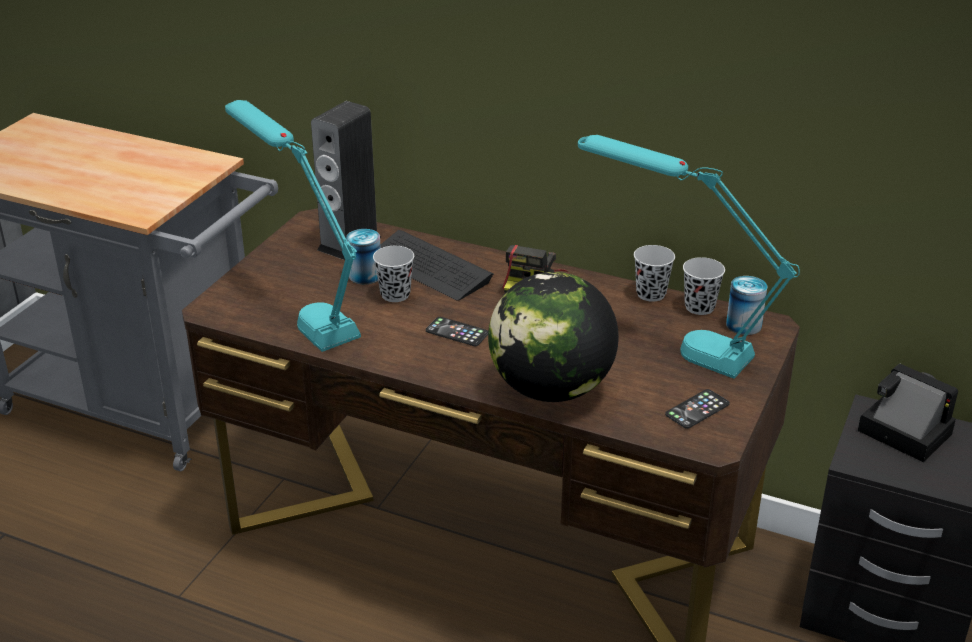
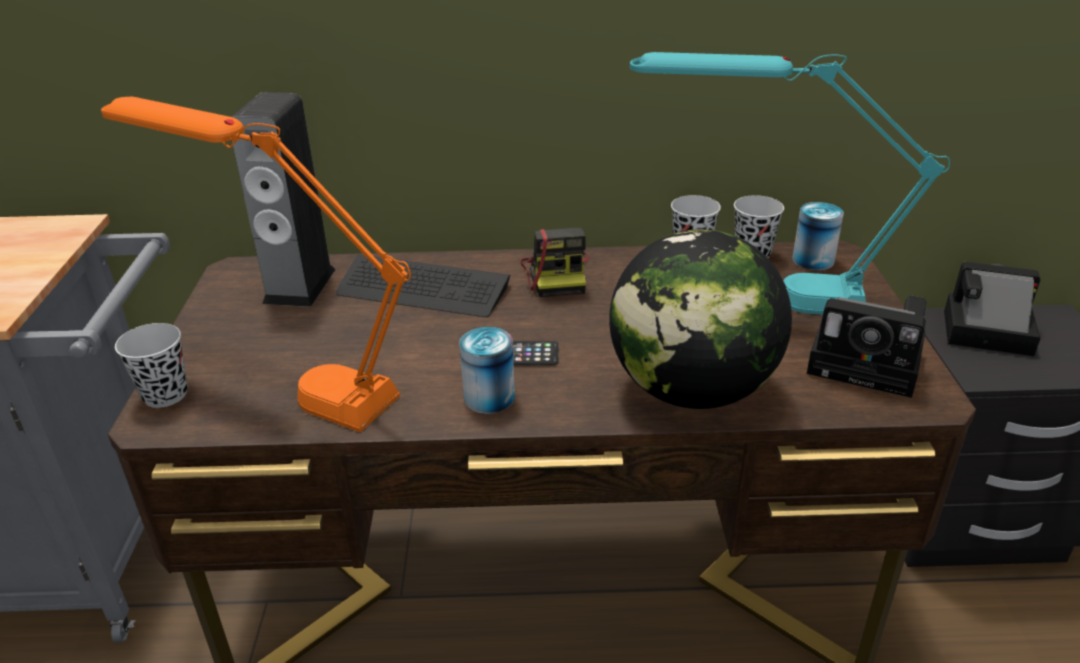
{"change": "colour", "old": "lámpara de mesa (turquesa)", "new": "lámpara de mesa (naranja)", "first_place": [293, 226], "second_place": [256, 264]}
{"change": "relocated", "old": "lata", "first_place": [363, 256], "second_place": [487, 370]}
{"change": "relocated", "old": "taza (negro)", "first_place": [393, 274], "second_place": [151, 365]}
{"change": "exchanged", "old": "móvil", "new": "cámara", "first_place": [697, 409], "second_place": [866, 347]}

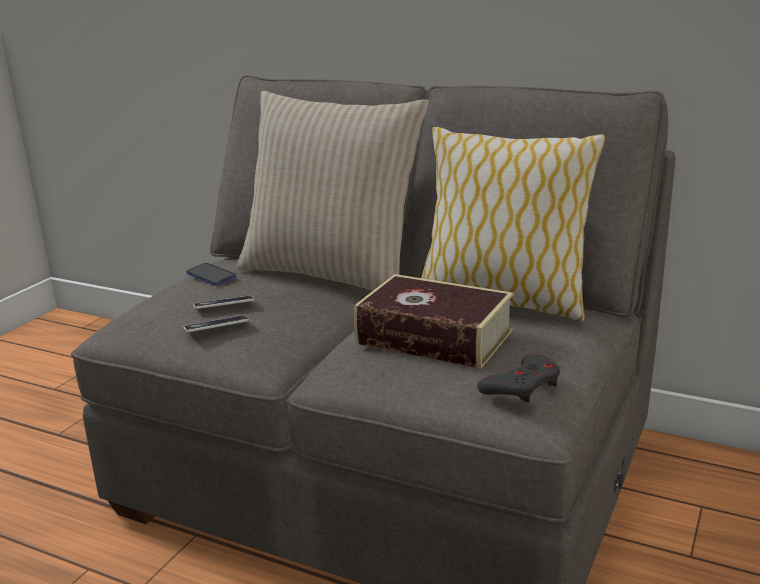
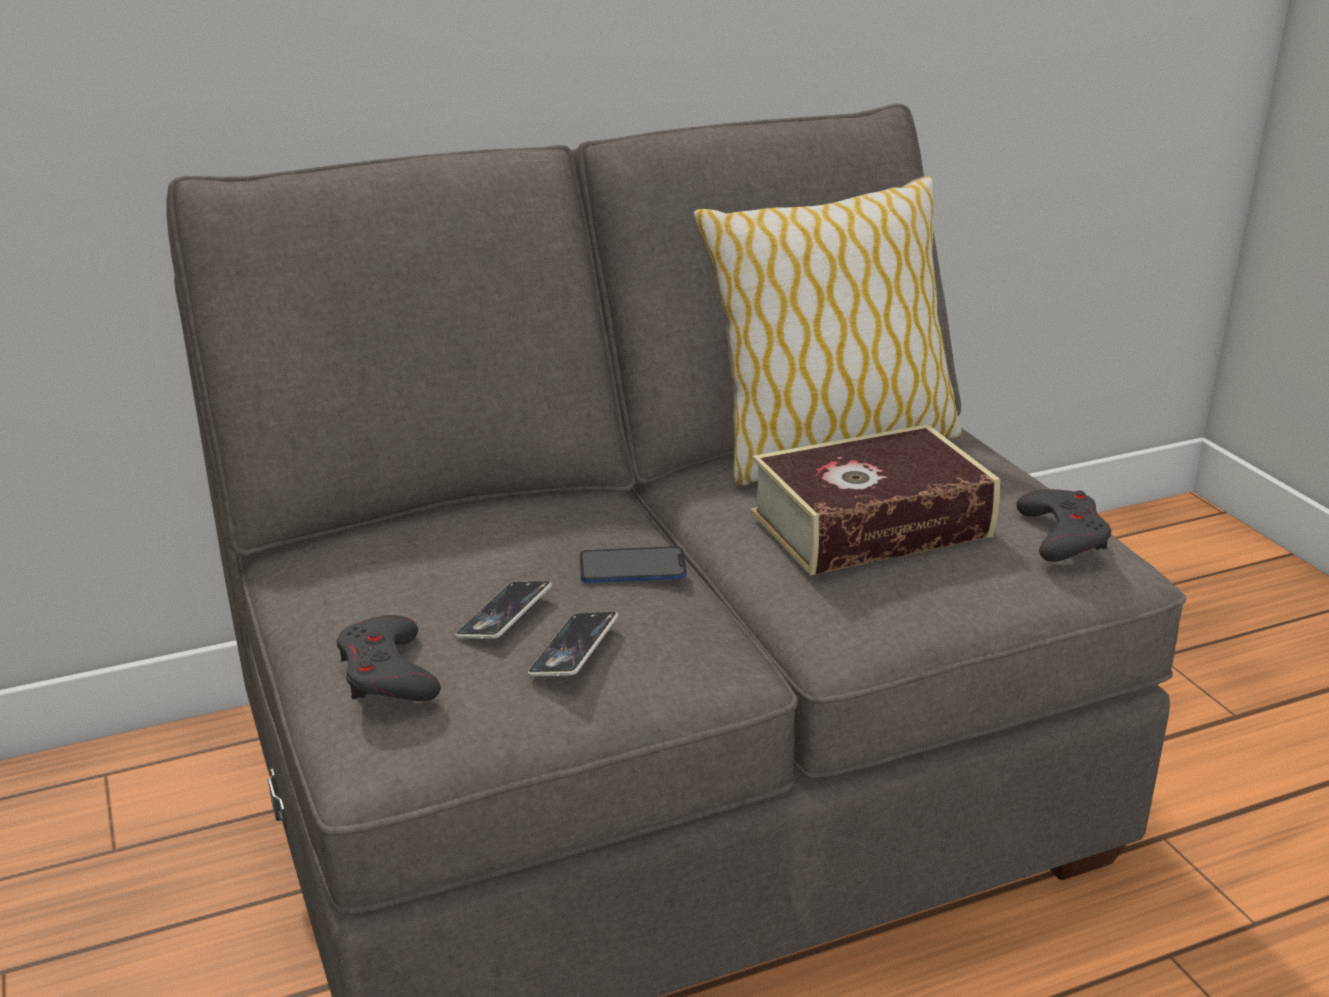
{"change": "missing", "old": "cojín (beis)", "first_place": [333, 191]}
{"change": "relocated", "old": "móvil", "first_place": [211, 274], "second_place": [633, 564]}
{"change": "appeared", "new": "mando de consola (gris)", "second_place": [388, 658]}

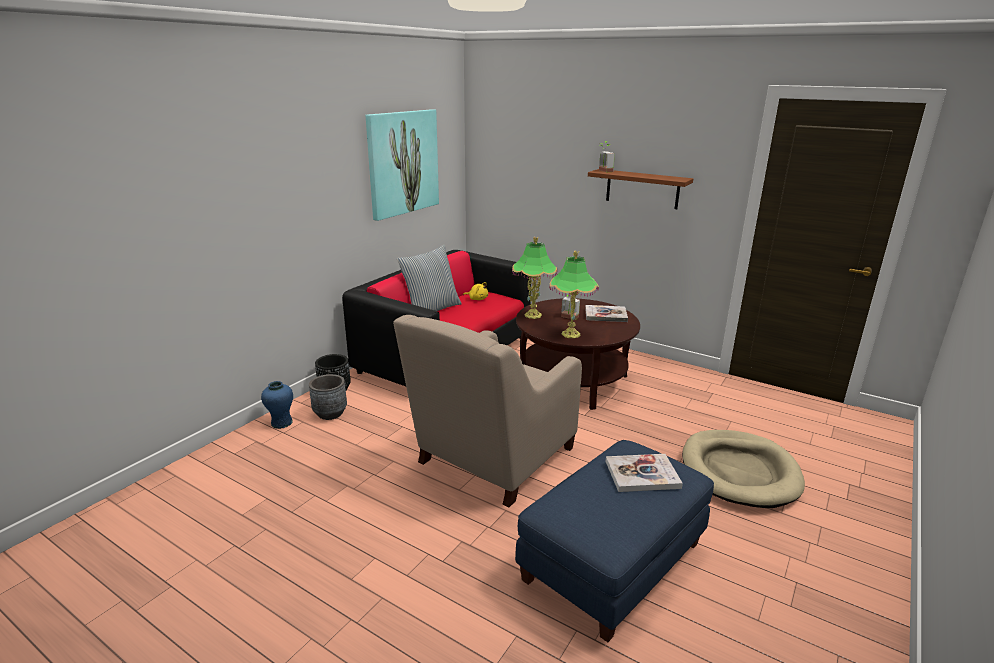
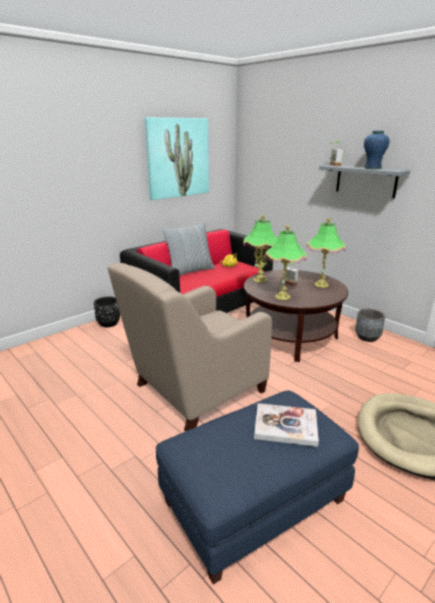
{"change": "colour", "old": "estante (marrón)", "new": "estante (gris)", "first_place": [640, 189], "second_place": [364, 182]}
{"change": "exchanged", "old": "libro", "new": "lámpara de mesa", "first_place": [606, 313], "second_place": [326, 253]}
{"change": "relocated", "old": "maceta (gris)", "first_place": [328, 397], "second_place": [370, 325]}
{"change": "relocated", "old": "florero (azul)", "first_place": [277, 405], "second_place": [376, 150]}

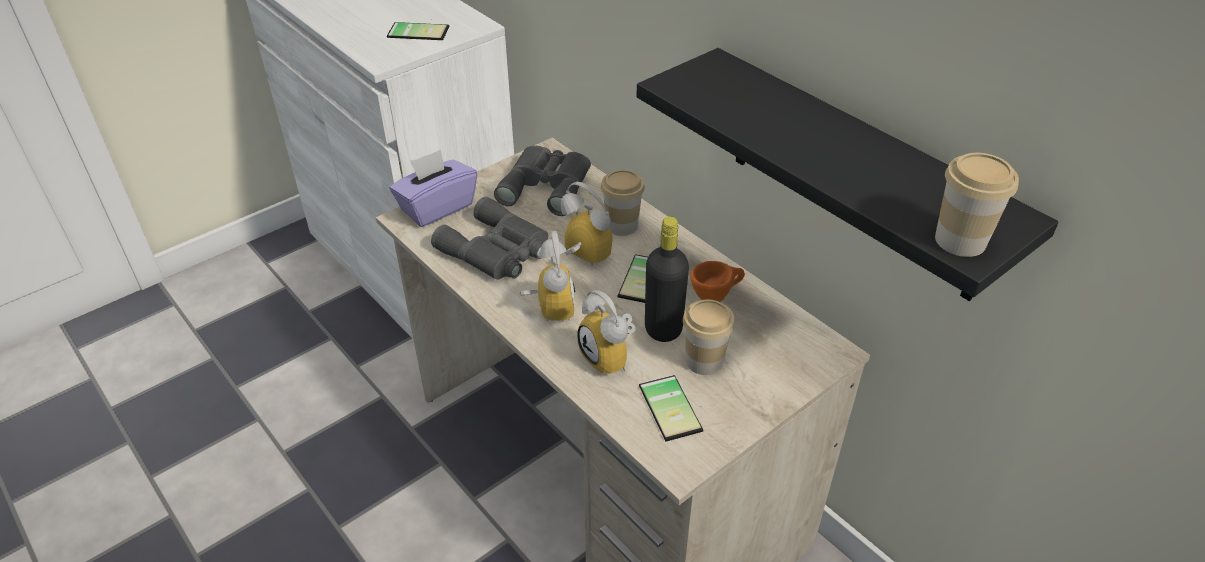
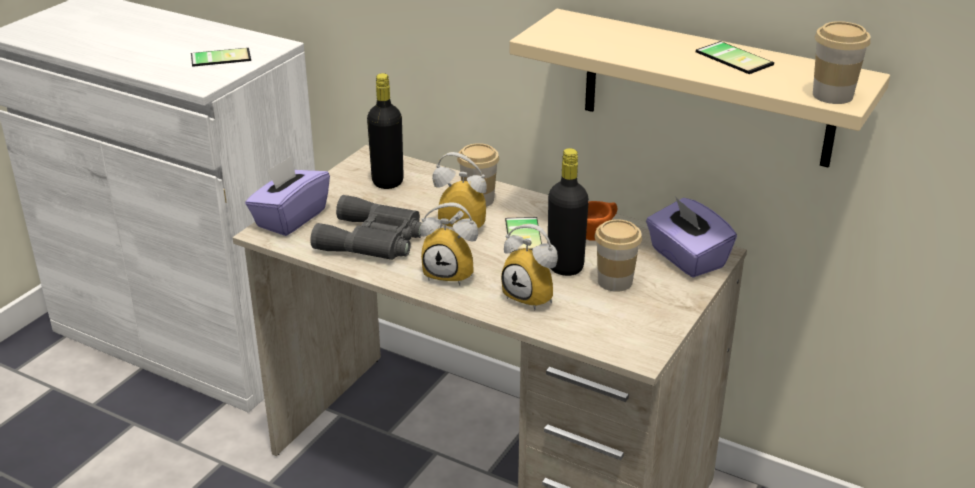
{"change": "colour", "old": "estante (negro)", "new": "estante (beis)", "first_place": [847, 174], "second_place": [699, 88]}
{"change": "exchanged", "old": "prismáticos (gris)", "new": "botella (negro)", "first_place": [542, 180], "second_place": [385, 131]}
{"change": "spun", "old": "despertador", "first_place": [547, 276], "second_place": [449, 244], "degrees": 135}
{"change": "relocated", "old": "móvil", "first_place": [671, 408], "second_place": [735, 57]}
{"change": "appeared", "new": "caja de pañuelos (morado)", "second_place": [691, 238]}

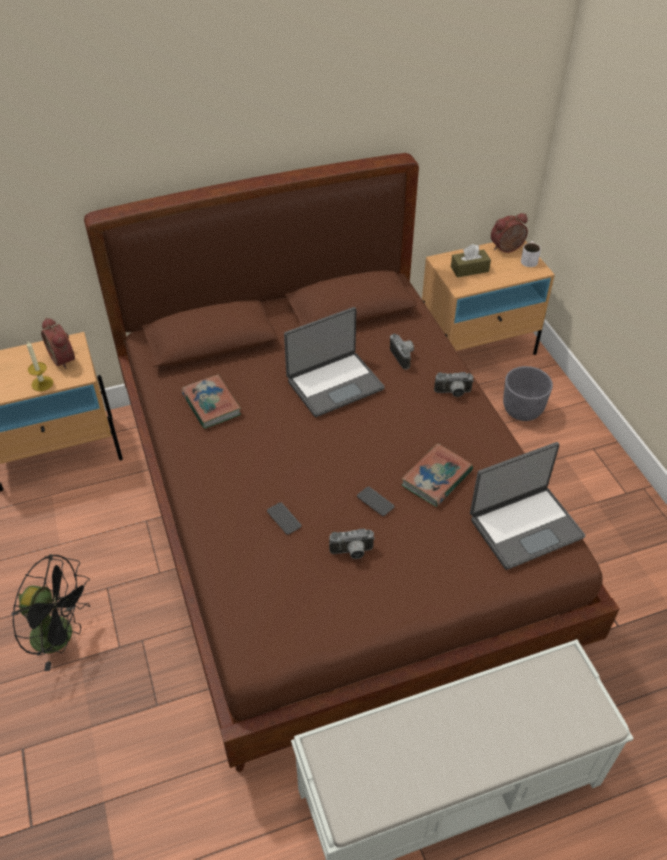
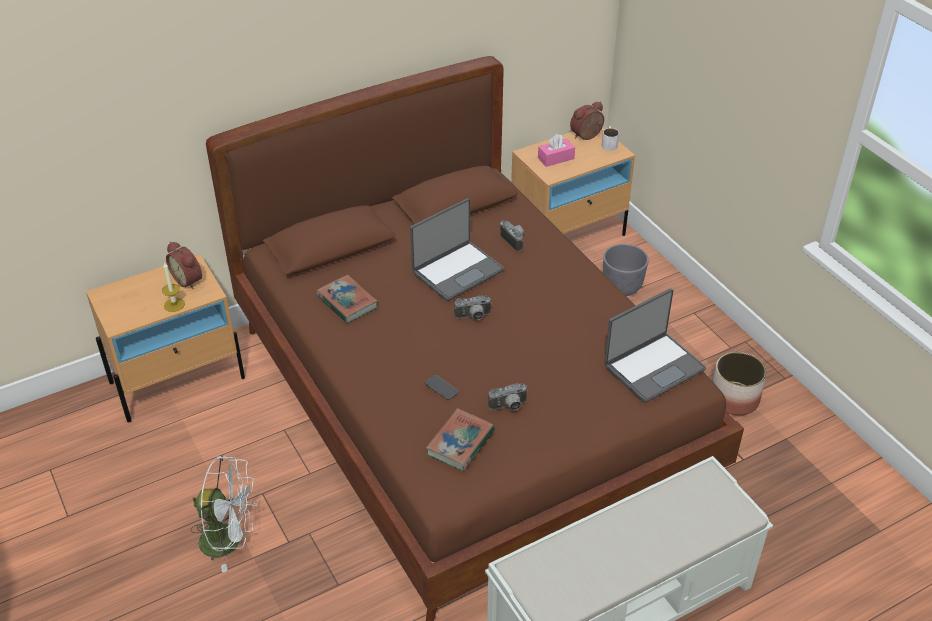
{"change": "colour", "old": "caja de pañuelos (marrón)", "new": "caja de pañuelos (rosa)", "first_place": [471, 260], "second_place": [556, 150]}
{"change": "relocated", "old": "cámara", "first_place": [454, 384], "second_place": [473, 307]}
{"change": "relocated", "old": "libro", "first_place": [437, 475], "second_place": [460, 439]}
{"change": "missing", "old": "móvil", "first_place": [376, 501]}
{"change": "colour", "old": "ventilador (negro)", "new": "ventilador (blanco)", "first_place": [51, 612], "second_place": [224, 513]}
{"change": "appeared", "new": "maceta", "second_place": [739, 384]}

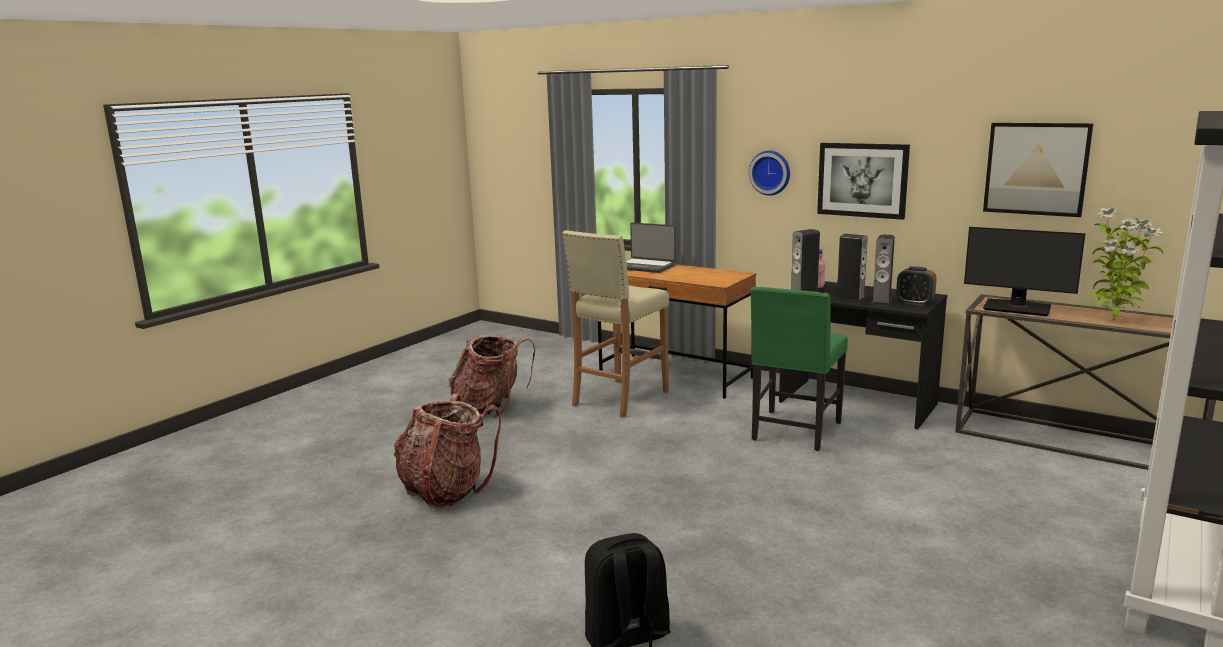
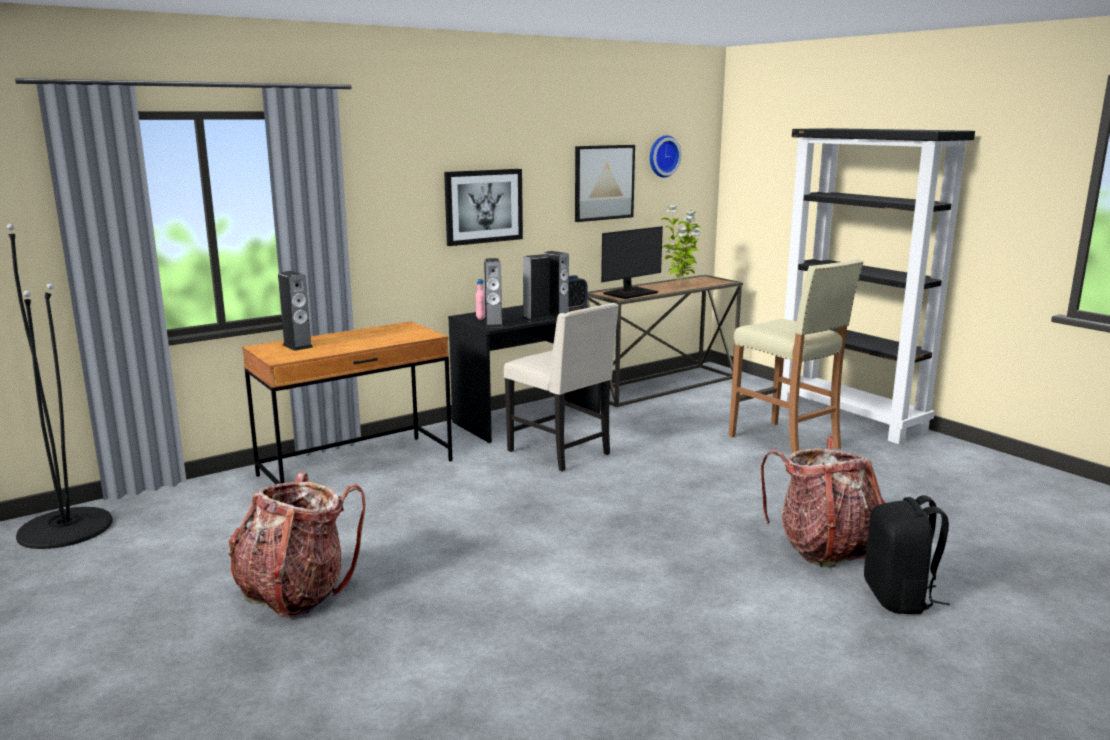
{"change": "relocated", "old": "reloj de pared", "first_place": [769, 173], "second_place": [666, 156]}
{"change": "exchanged", "old": "portátil", "new": "altavoz", "first_place": [651, 247], "second_place": [295, 311]}
{"change": "relocated", "old": "taburete (beis)", "first_place": [615, 324], "second_place": [796, 356]}
{"change": "colour", "old": "silla (verde)", "new": "silla (beis)", "first_place": [799, 368], "second_place": [561, 387]}
{"change": "relocated", "old": "mochila", "first_place": [447, 451], "second_place": [823, 502]}
{"change": "appeared", "new": "lámpara de pie (negro)", "second_place": [59, 386]}

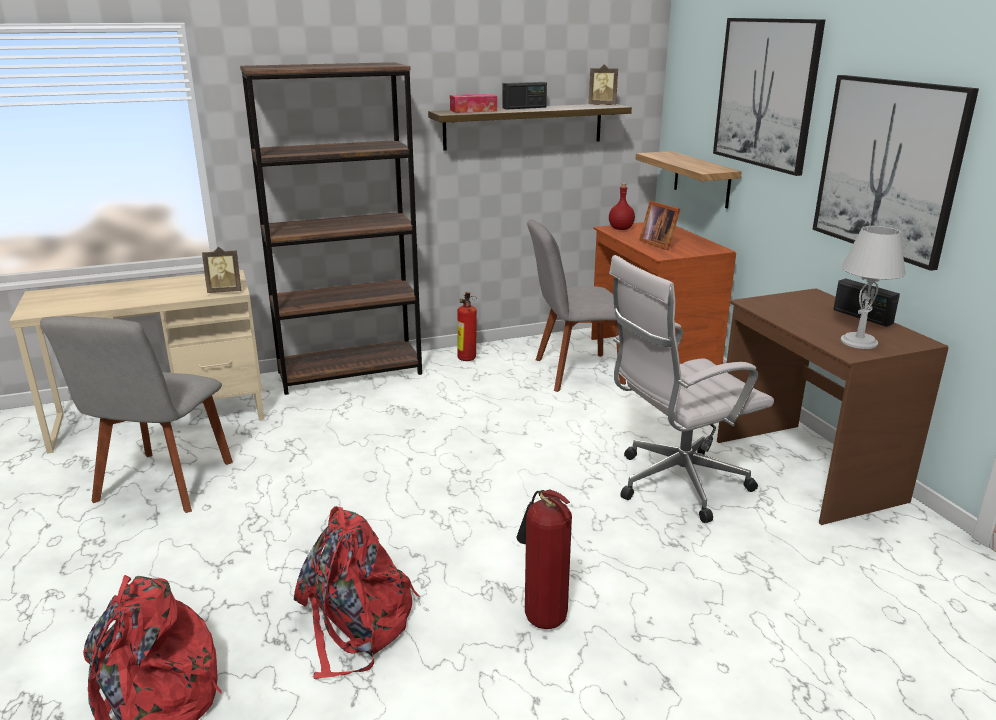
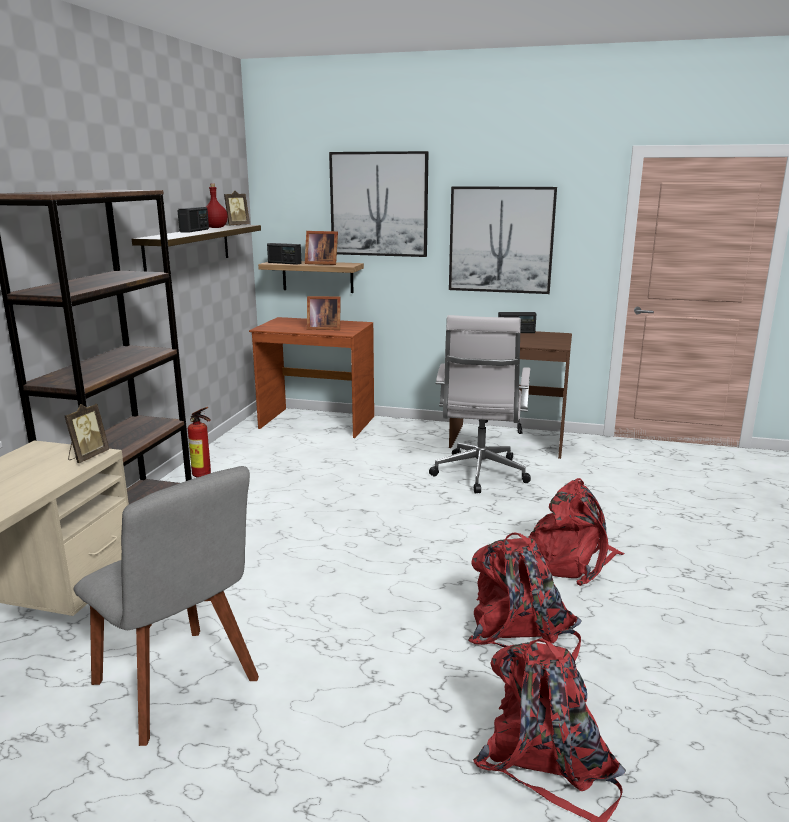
{"change": "missing", "old": "caja de pañuelos", "first_place": [473, 103]}
{"change": "relocated", "old": "botella (rojo)", "first_place": [622, 206], "second_place": [217, 206]}
{"change": "missing", "old": "silla (gris)", "first_place": [576, 305]}
{"change": "missing", "old": "lámpara de mesa (gris)", "first_place": [873, 287]}
{"change": "exchanged", "old": "extintor", "new": "mochila (rojo)", "first_place": [544, 559], "second_place": [577, 532]}
{"change": "appeared", "new": "portarretratos", "second_place": [321, 248]}
{"change": "appeared", "new": "radio", "second_place": [284, 254]}

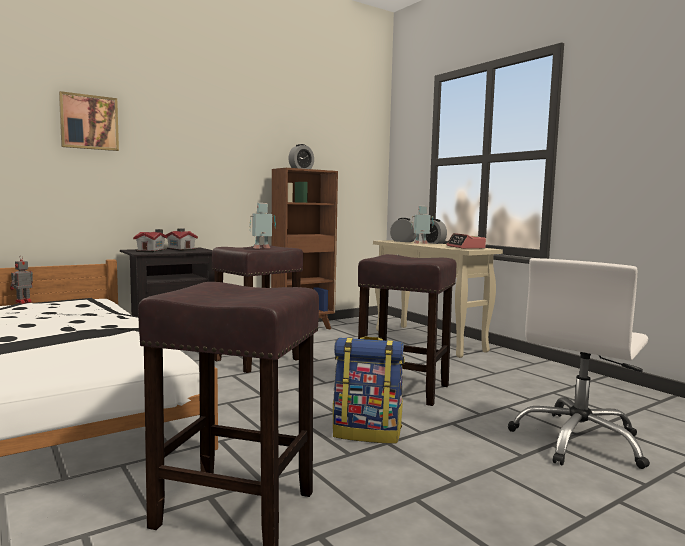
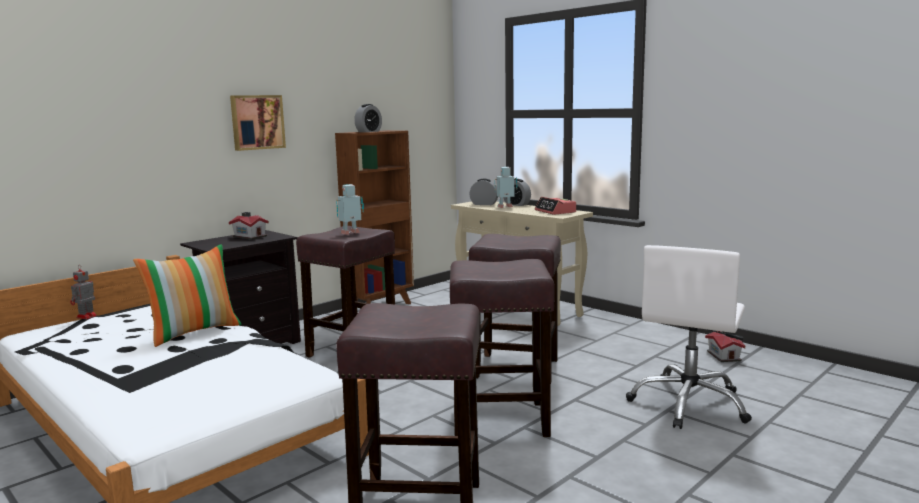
{"change": "relocated", "old": "cuadro", "first_place": [89, 121], "second_place": [258, 123]}
{"change": "relocated", "old": "casita", "first_place": [150, 240], "second_place": [725, 346]}
{"change": "exchanged", "old": "mochila", "new": "taburete (marrón)", "first_place": [369, 390], "second_place": [502, 348]}
{"change": "appeared", "new": "cojín", "second_place": [187, 295]}

